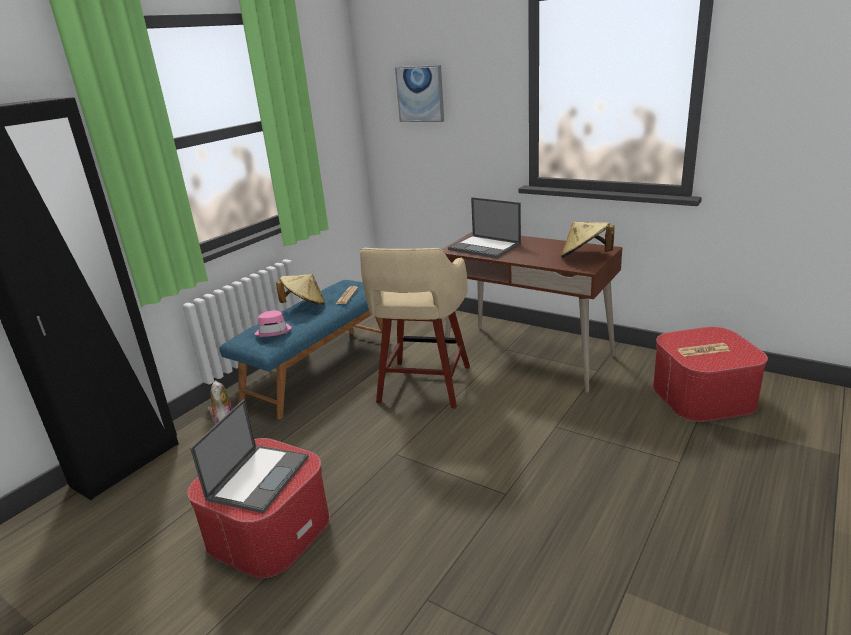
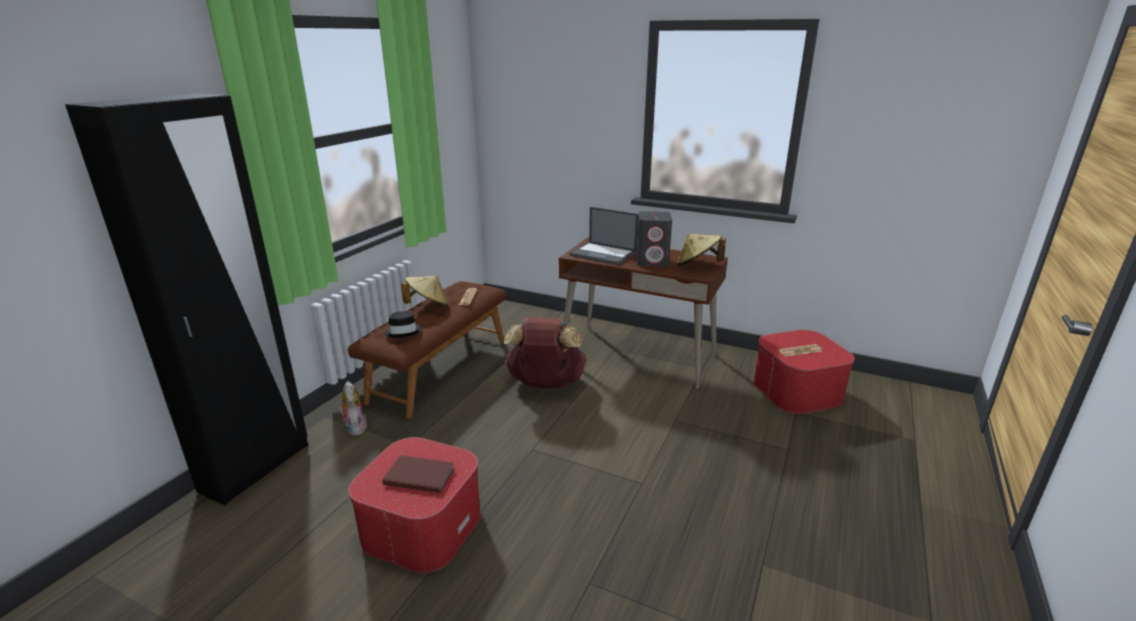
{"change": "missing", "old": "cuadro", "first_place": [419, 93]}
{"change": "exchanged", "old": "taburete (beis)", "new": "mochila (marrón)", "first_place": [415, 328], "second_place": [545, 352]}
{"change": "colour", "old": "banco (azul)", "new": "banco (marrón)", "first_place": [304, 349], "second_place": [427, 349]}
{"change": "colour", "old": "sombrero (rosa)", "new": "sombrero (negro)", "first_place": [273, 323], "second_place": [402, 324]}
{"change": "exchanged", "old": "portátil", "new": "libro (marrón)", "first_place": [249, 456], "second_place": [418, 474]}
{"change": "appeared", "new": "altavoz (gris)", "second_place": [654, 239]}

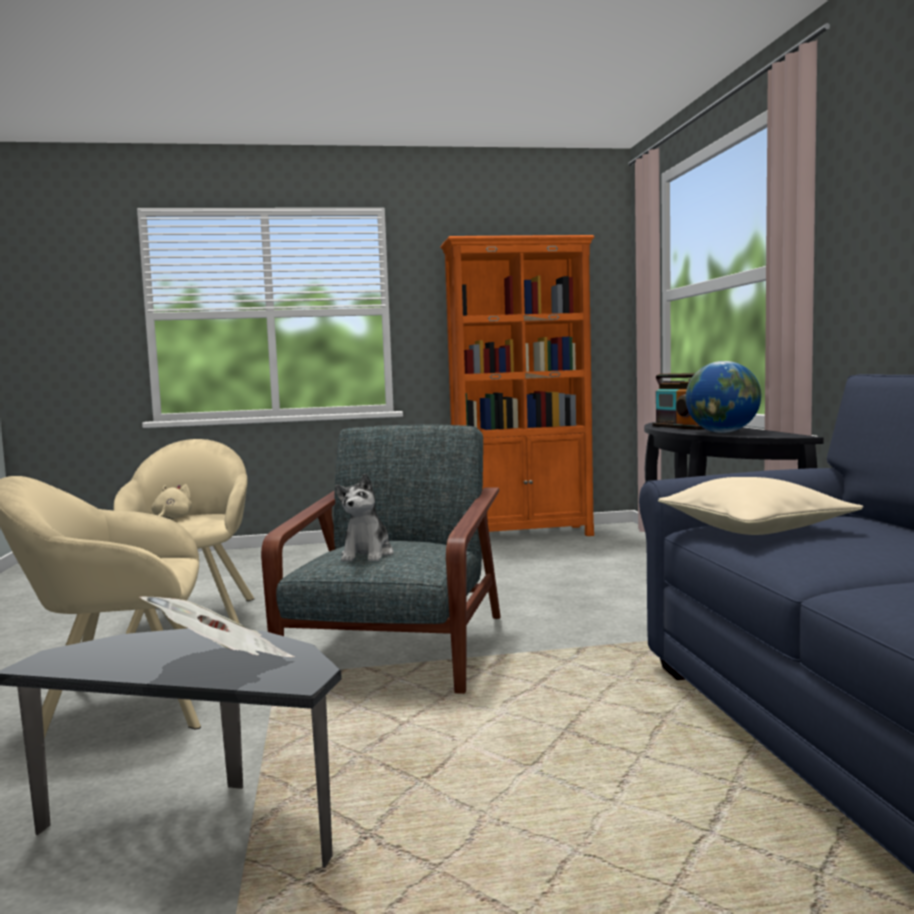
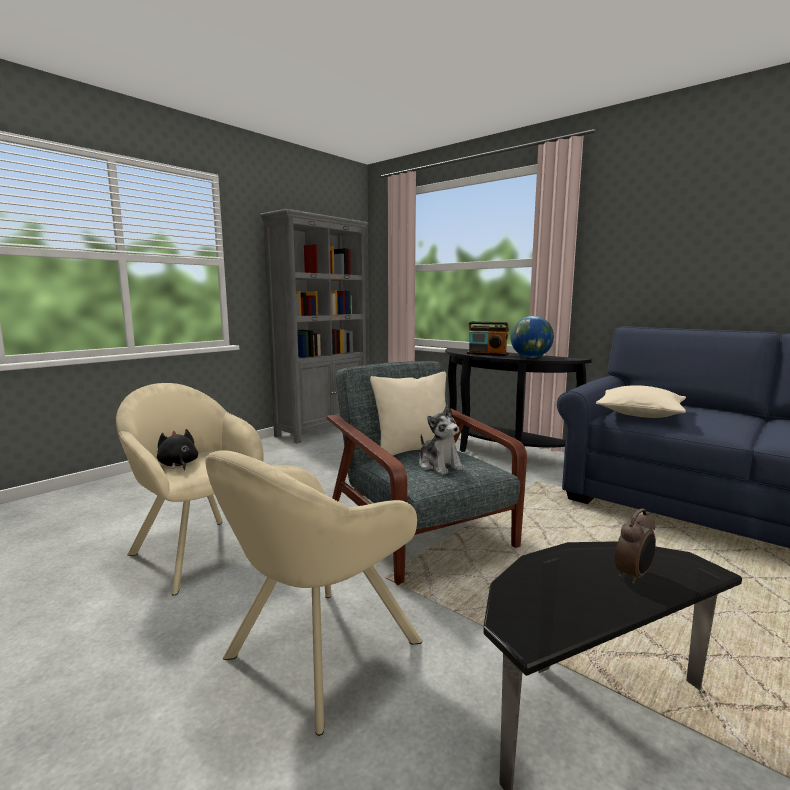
{"change": "colour", "old": "estantería (naranja)", "new": "estantería (gris)", "first_place": [517, 385], "second_place": [314, 326]}
{"change": "colour", "old": "peluche (beis)", "new": "peluche (negro)", "first_place": [172, 502], "second_place": [177, 450]}
{"change": "exchanged", "old": "periódico", "new": "despertador", "first_place": [217, 627], "second_place": [635, 546]}
{"change": "appeared", "new": "cojín (beis)", "second_place": [413, 413]}

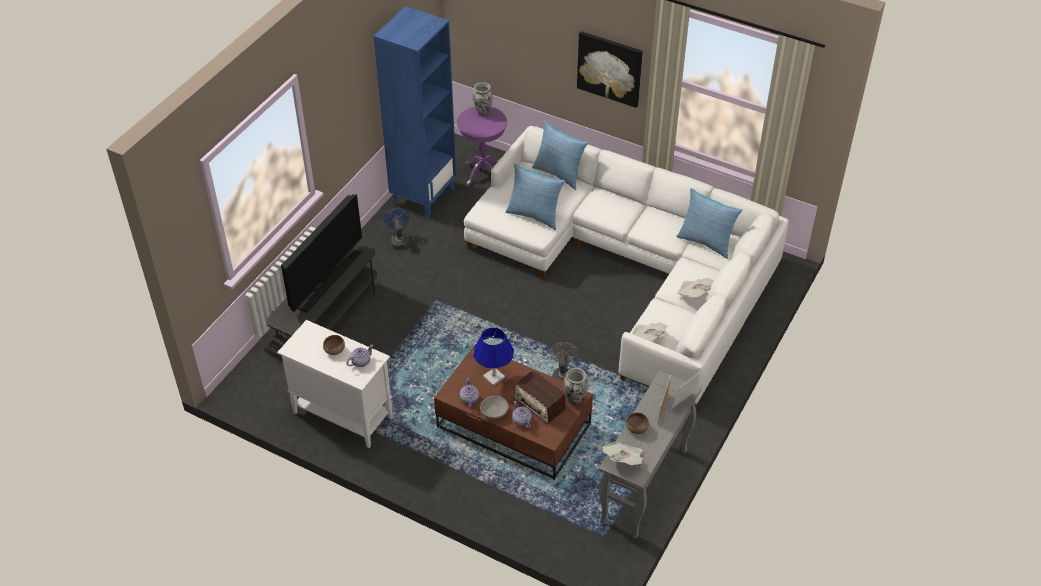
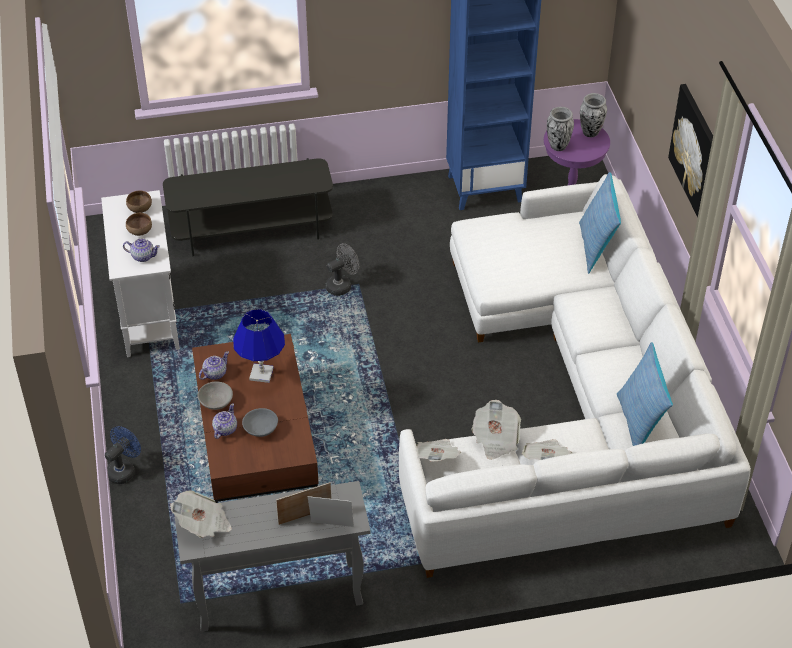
{"change": "missing", "old": "cojín", "first_place": [535, 196]}
{"change": "missing", "old": "televisor", "first_place": [321, 253]}
{"change": "relocated", "old": "ventilador (azul)", "first_place": [397, 228], "second_place": [123, 455]}
{"change": "relocated", "old": "ventilador (gris)", "first_place": [564, 362], "second_place": [342, 269]}
{"change": "relocated", "old": "florero", "first_place": [576, 386], "second_place": [560, 129]}
{"change": "exchanged", "old": "radio", "new": "cuenco (gris)", "first_place": [540, 396], "second_place": [260, 422]}
{"change": "relocated", "old": "cuenco (marrón)", "first_place": [637, 423], "second_place": [139, 201]}
{"change": "appeared", "new": "periódico", "second_place": [496, 430]}

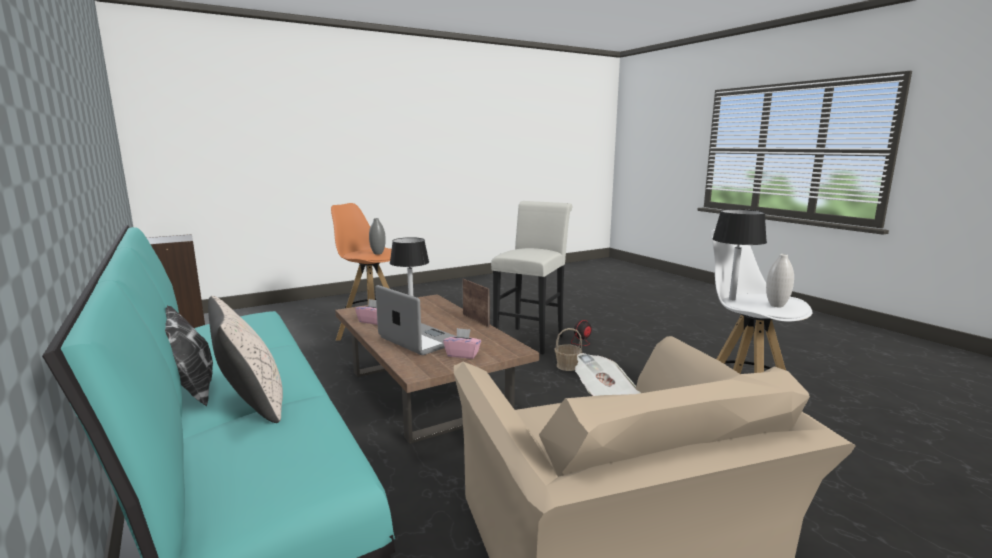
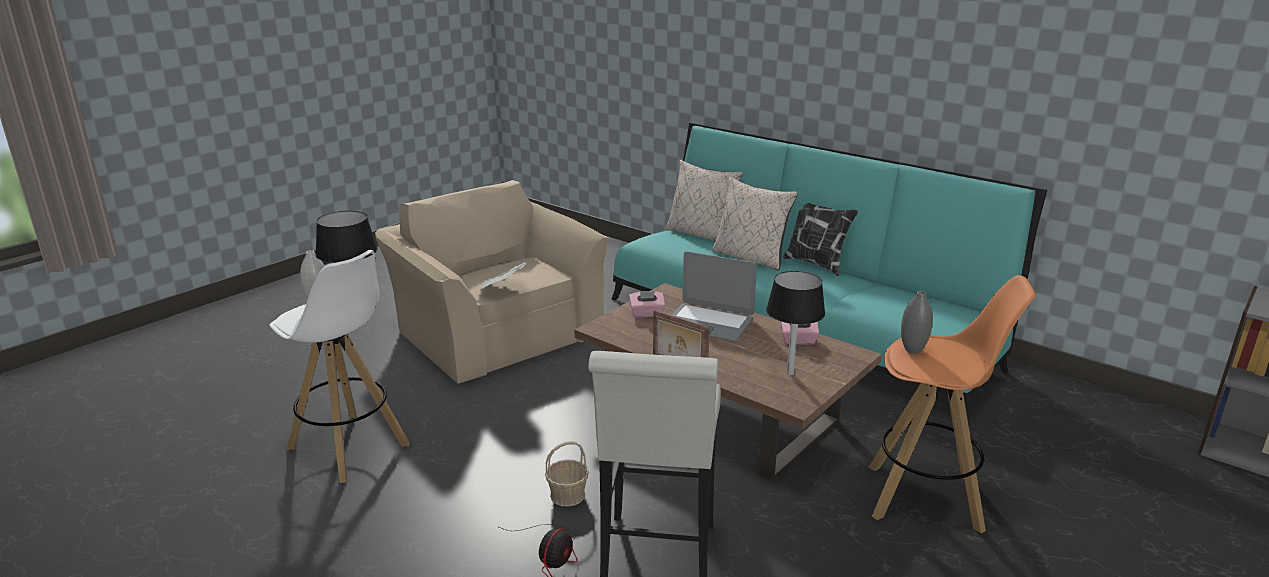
{"change": "appeared", "new": "cojín (beis)", "second_place": [704, 200]}

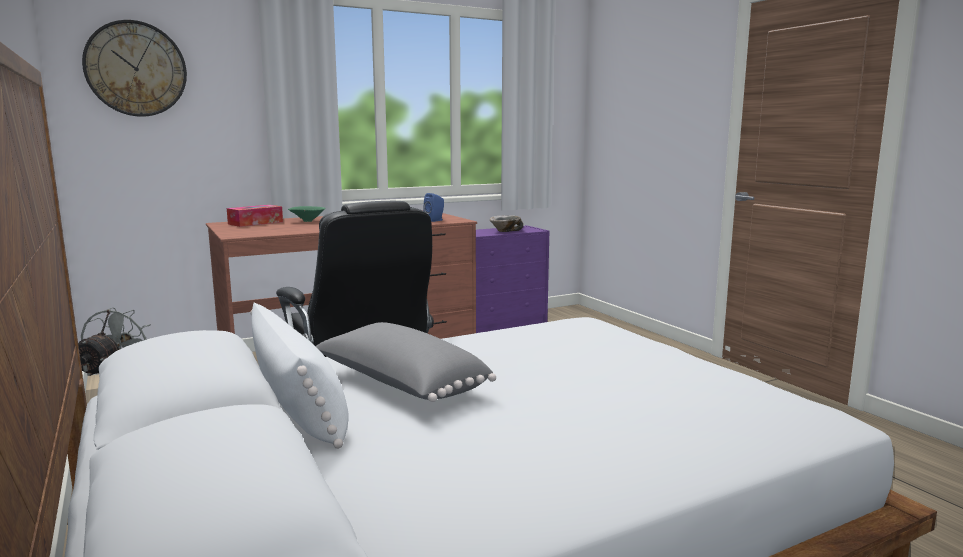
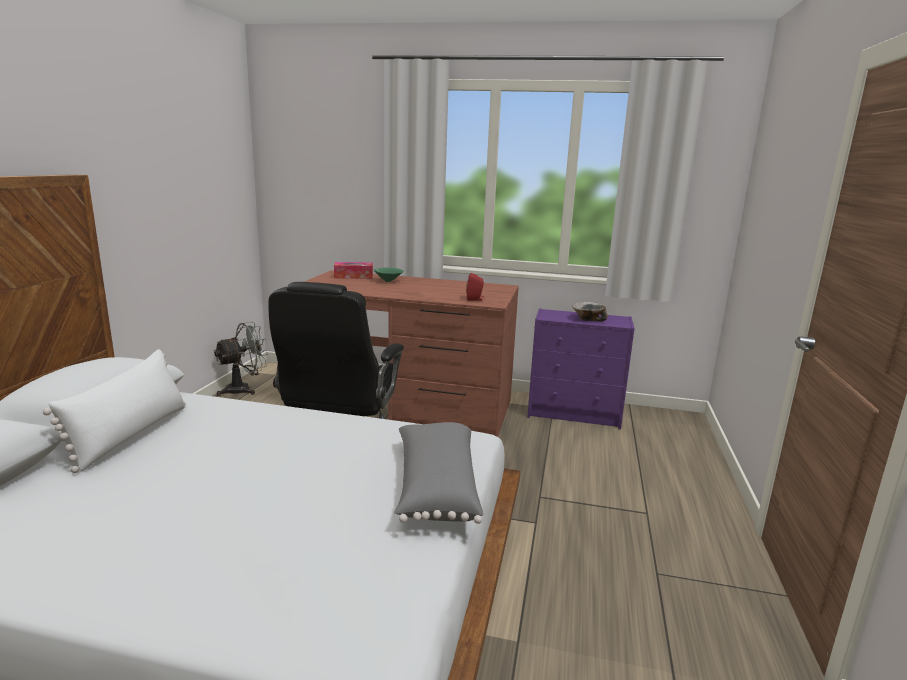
{"change": "missing", "old": "reloj de pared", "first_place": [134, 68]}
{"change": "colour", "old": "altavoz (azul)", "new": "altavoz (rojo)", "first_place": [433, 207], "second_place": [475, 287]}
{"change": "relocated", "old": "cojín (gris)", "first_place": [406, 362], "second_place": [438, 473]}

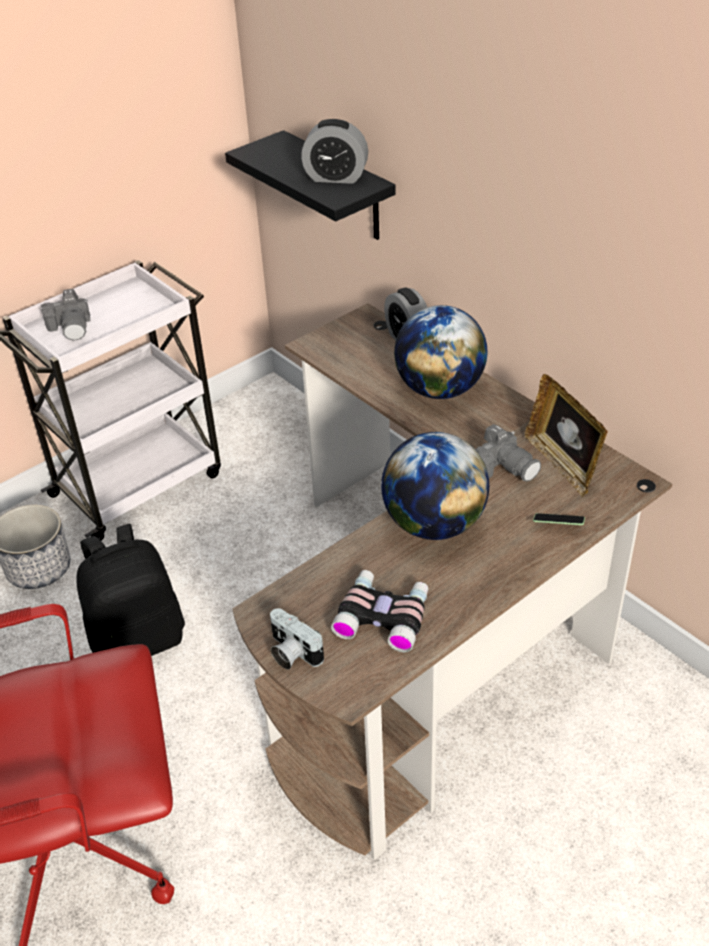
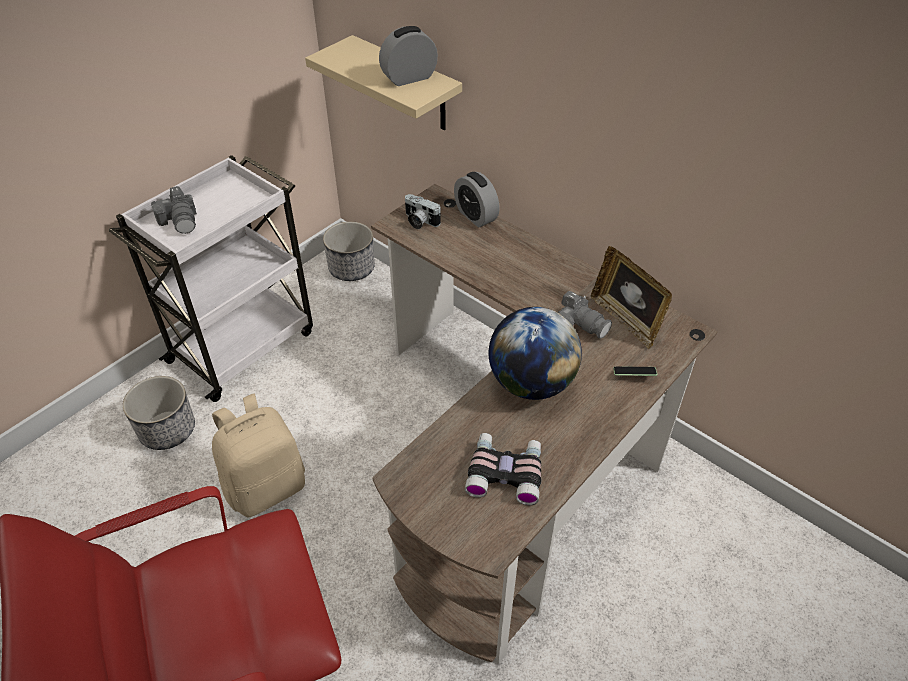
{"change": "spun", "old": "despertador", "first_place": [334, 151], "second_place": [408, 56], "degrees": 150}
{"change": "colour", "old": "estante (negro)", "new": "estante (beis)", "first_place": [310, 185], "second_place": [383, 82]}
{"change": "missing", "old": "globo terráqueo", "first_place": [440, 352]}
{"change": "colour", "old": "mochila (negro)", "new": "mochila (beis)", "first_place": [130, 590], "second_place": [258, 455]}
{"change": "relocated", "old": "cámara", "first_place": [297, 639], "second_place": [423, 211]}
{"change": "appeared", "new": "maceta", "second_place": [349, 251]}

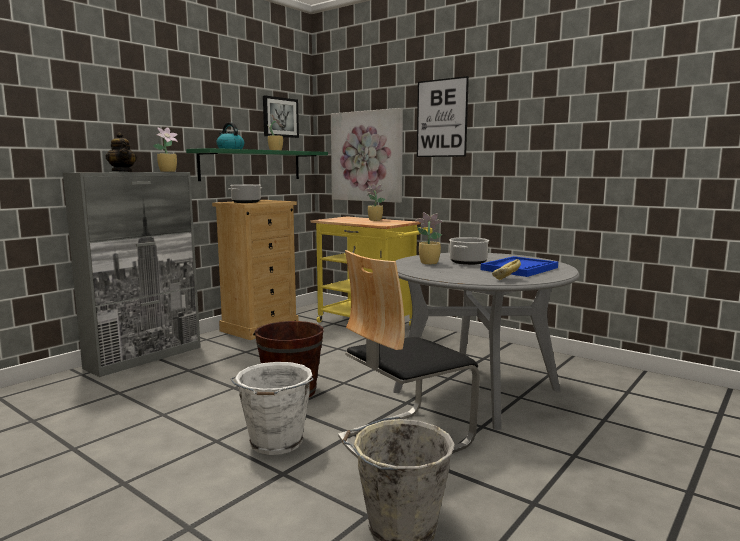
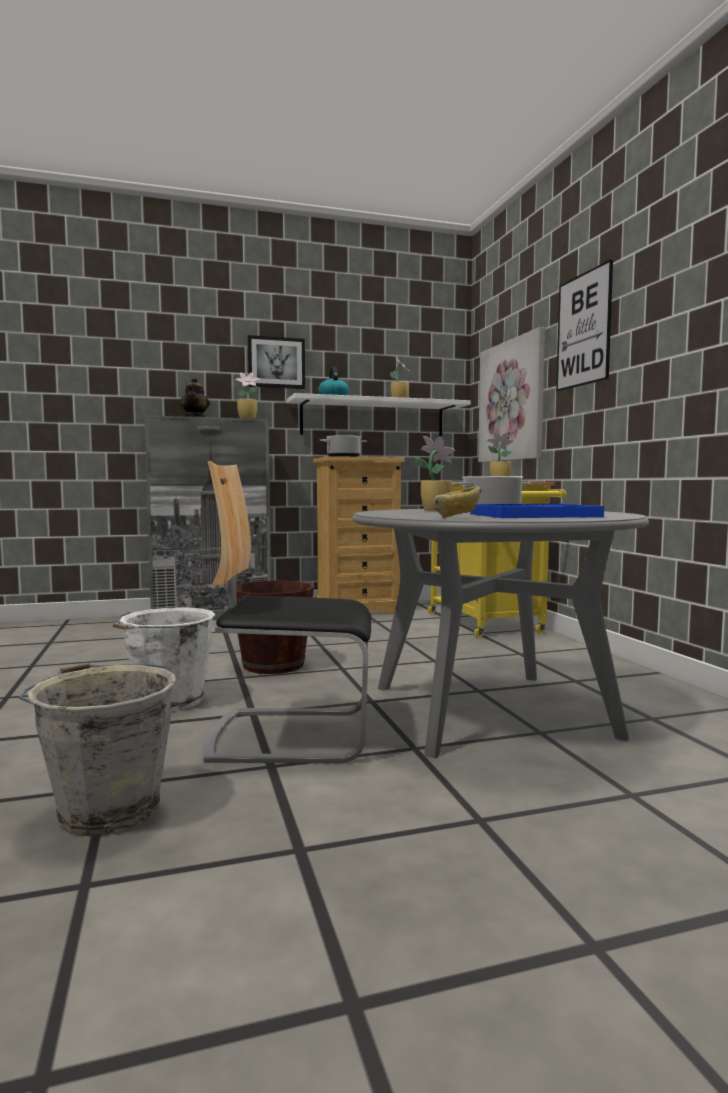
{"change": "relocated", "old": "cuadro", "first_place": [281, 116], "second_place": [276, 362]}
{"change": "colour", "old": "estante (verde)", "new": "estante (blanco)", "first_place": [257, 164], "second_place": [379, 415]}

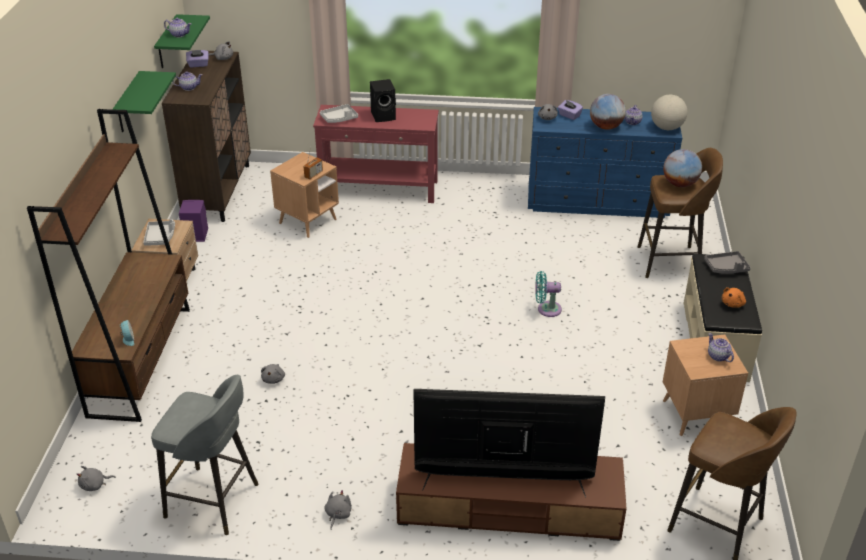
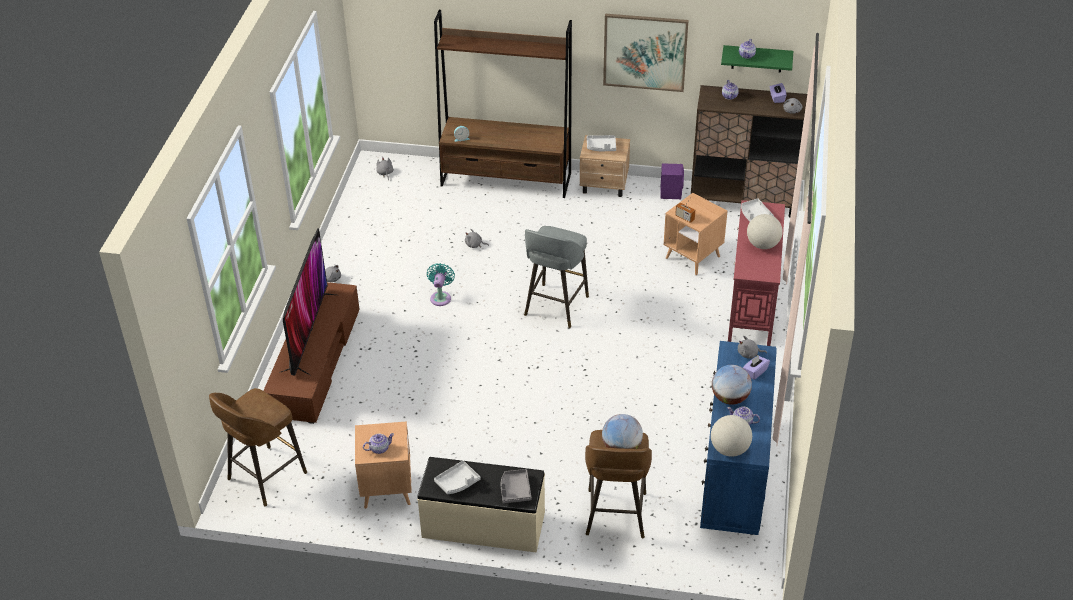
{"change": "exchanged", "old": "estante (verde)", "new": "cuadro", "first_place": [144, 101], "second_place": [646, 53]}
{"change": "exchanged", "old": "altavoz (negro)", "new": "globo terráqueo", "first_place": [383, 100], "second_place": [765, 231]}
{"change": "relocated", "old": "ventilador (turquesa)", "first_place": [548, 294], "second_place": [441, 284]}
{"change": "exchanged", "old": "peluche (naranja)", "new": "bandeja (gris)", "first_place": [734, 297], "second_place": [457, 477]}
{"change": "relocated", "old": "taburete (gris)", "first_place": [205, 455], "second_place": [556, 277]}

